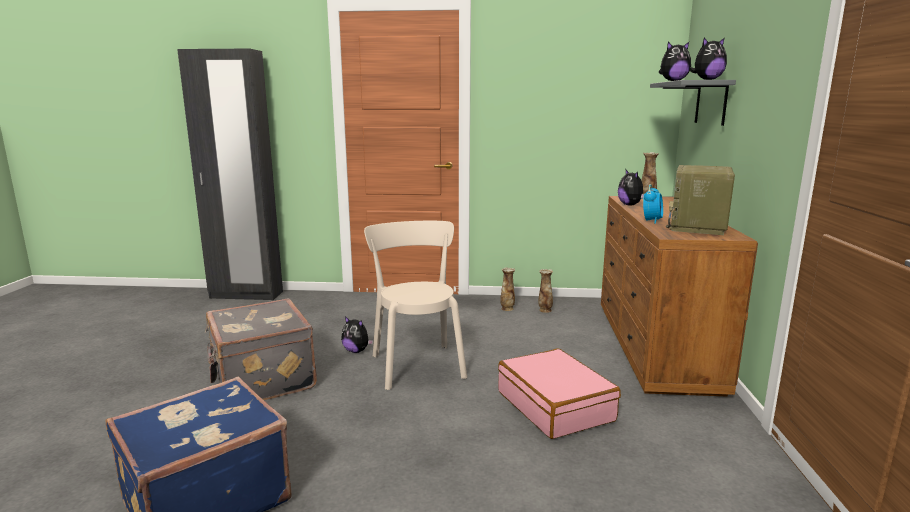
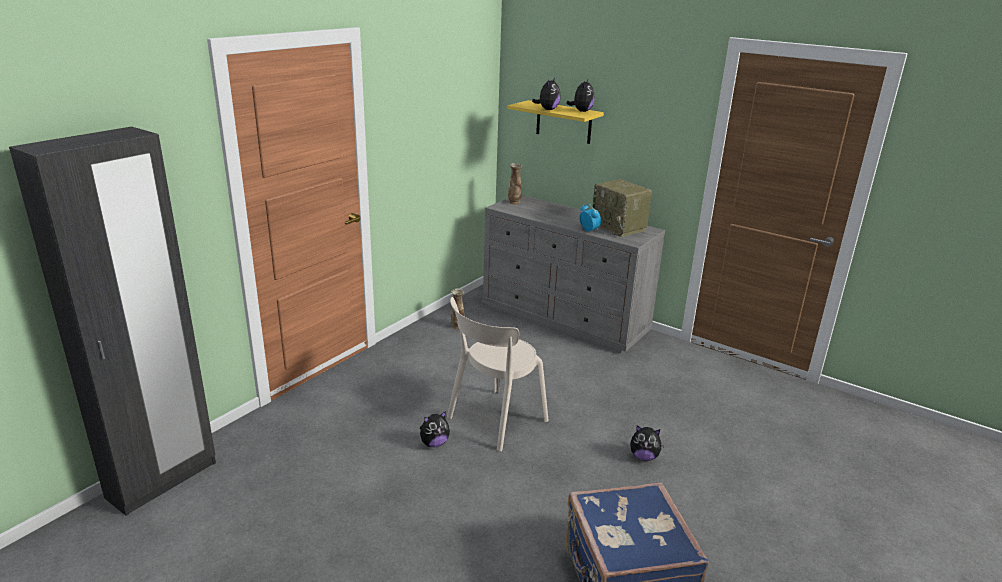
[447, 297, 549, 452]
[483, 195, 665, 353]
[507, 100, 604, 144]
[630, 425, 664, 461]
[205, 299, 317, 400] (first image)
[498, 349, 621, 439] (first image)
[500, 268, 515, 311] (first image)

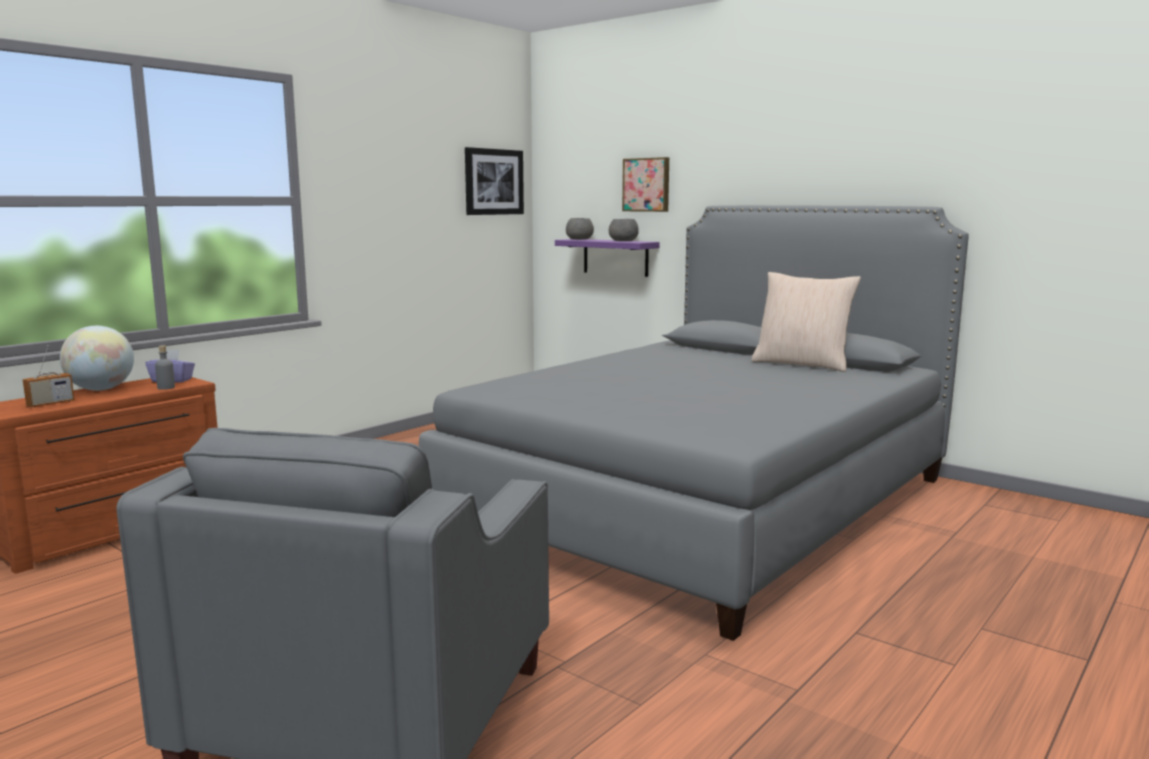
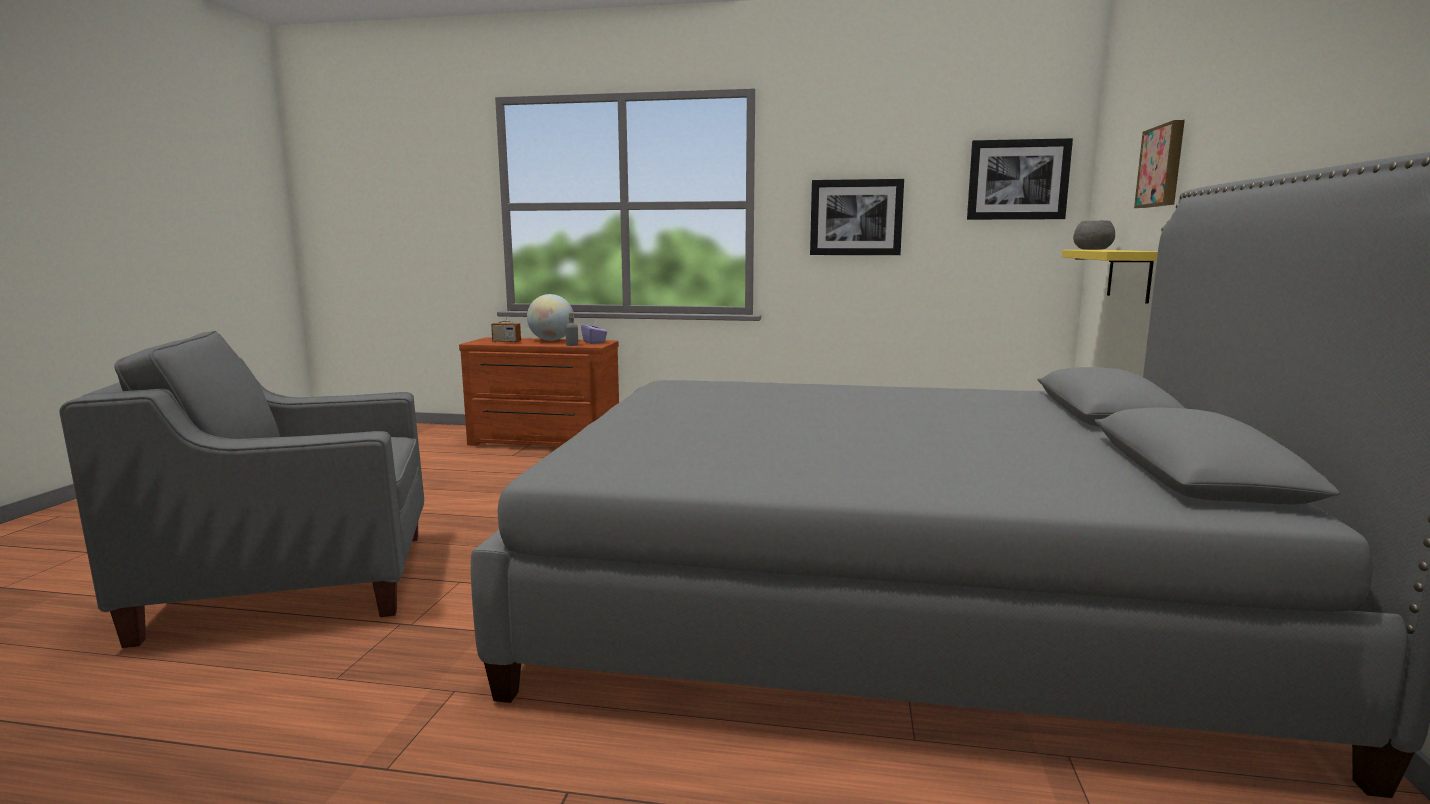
[810, 179, 904, 255]
[1062, 250, 1158, 304]
[609, 219, 639, 241] (first image)
[751, 272, 861, 372] (first image)

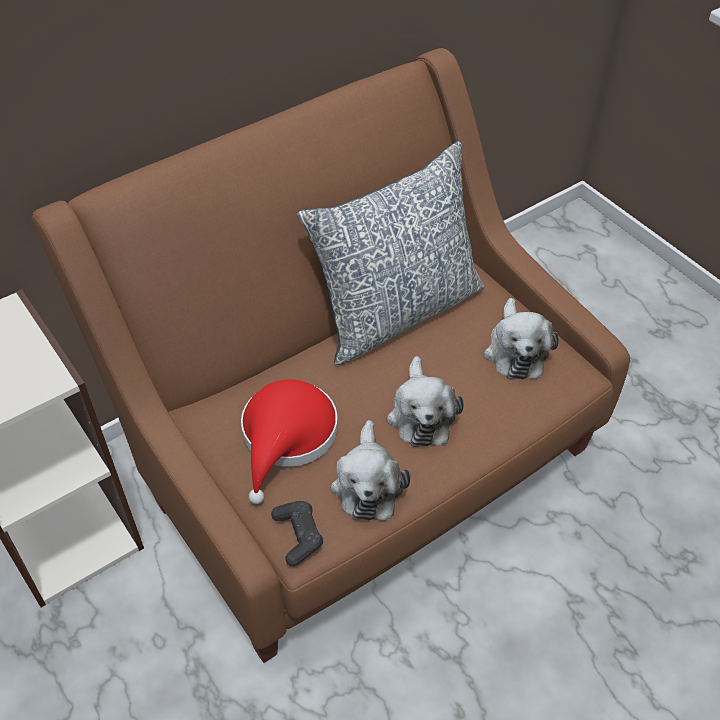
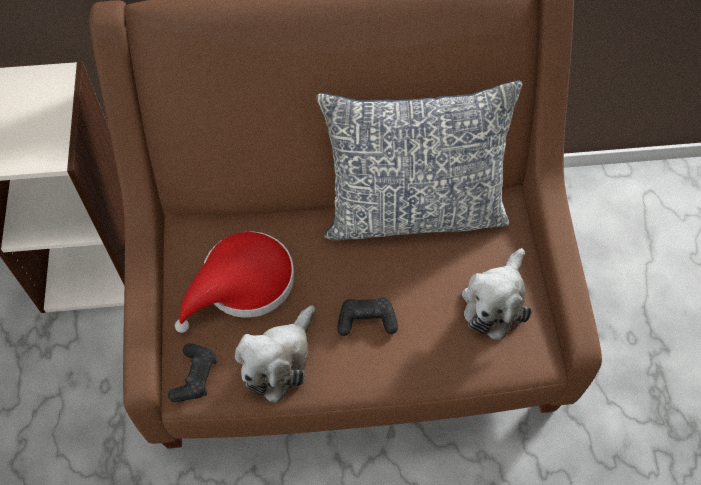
[337, 298, 398, 336]

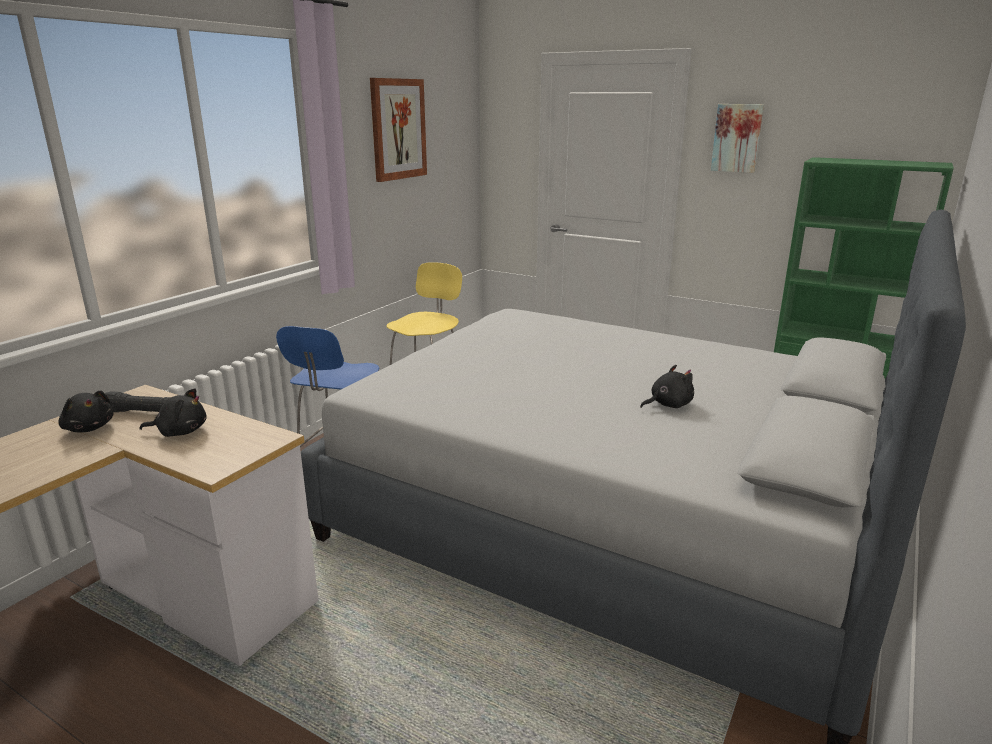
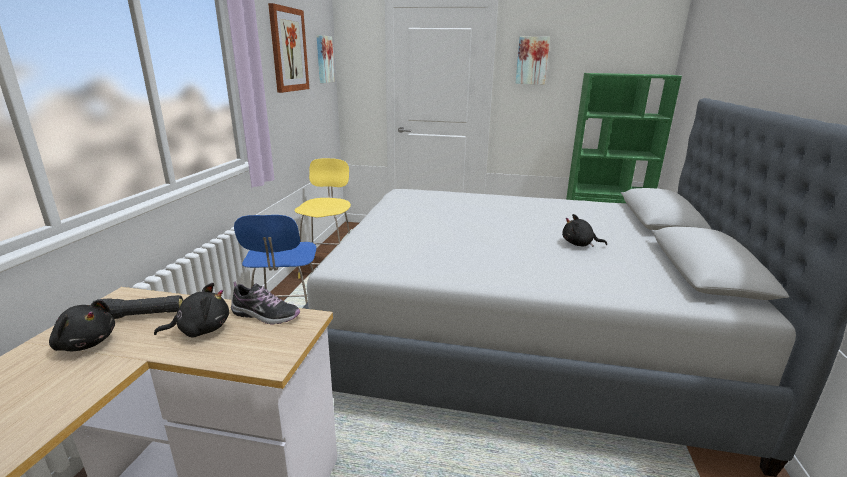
[231, 281, 300, 325]
[317, 35, 335, 83]
[562, 214, 607, 247]

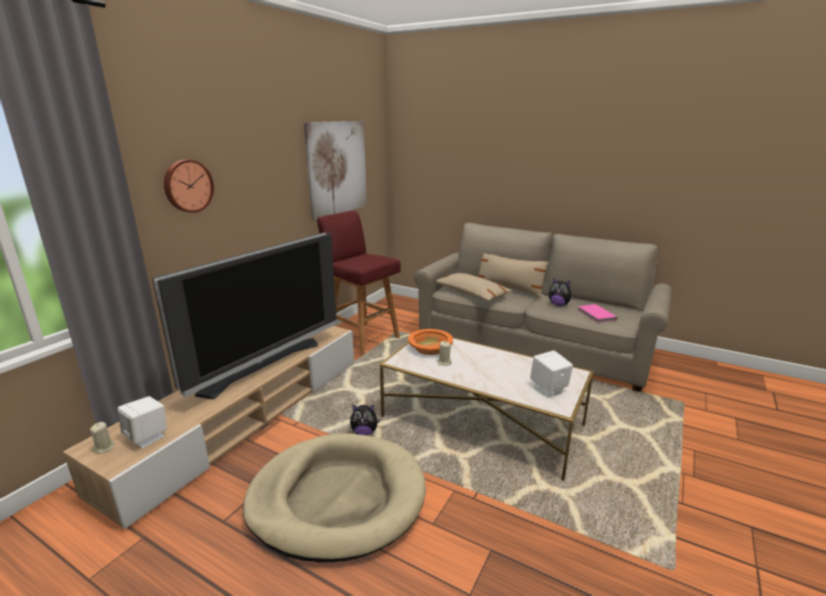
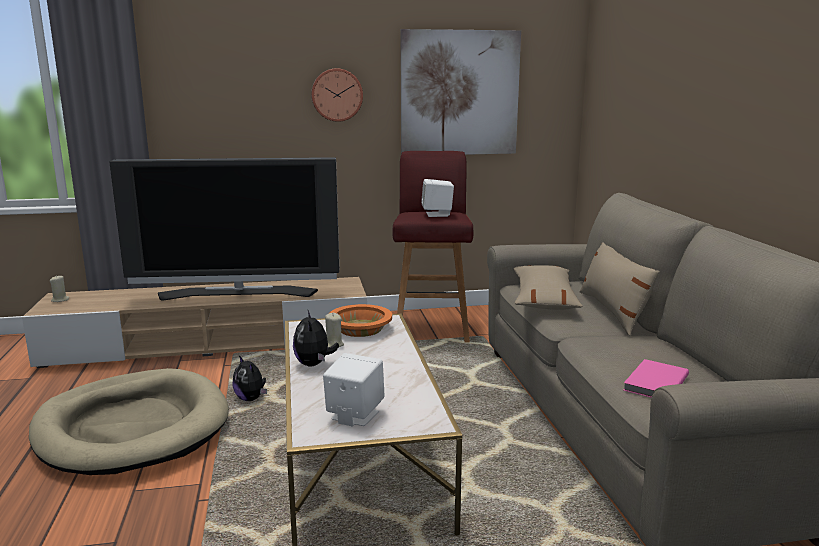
[293, 309, 339, 366]
[311, 68, 363, 122]
[421, 179, 454, 217]

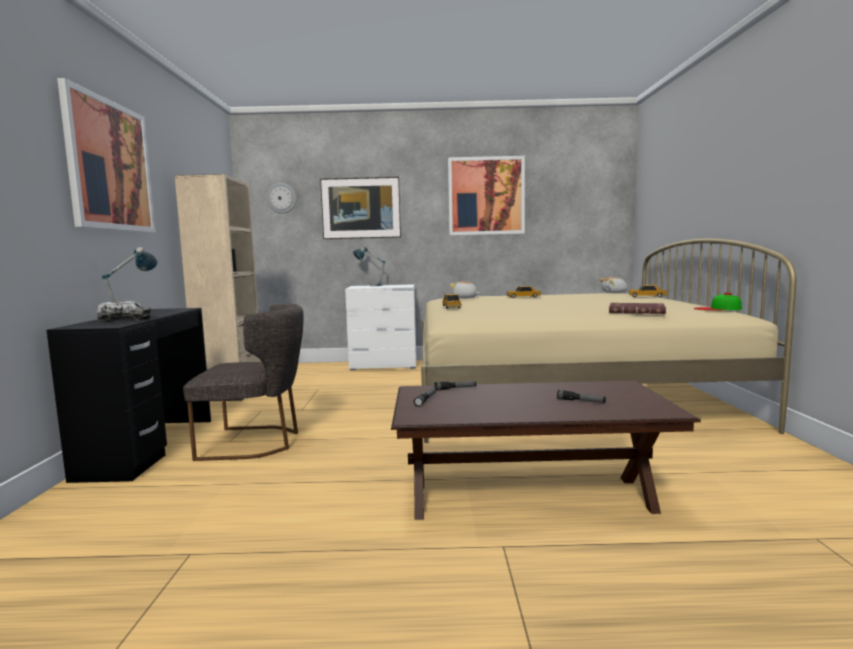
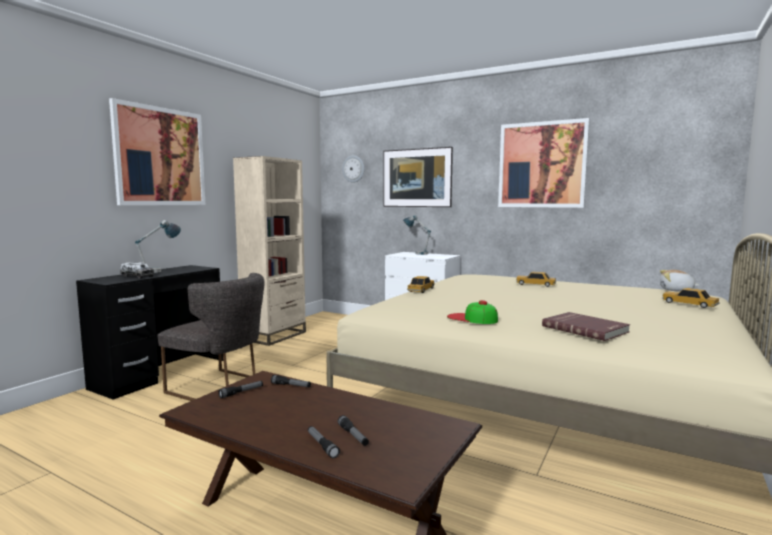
[308, 426, 340, 459]
[447, 300, 498, 324]
[450, 281, 480, 299] (first image)

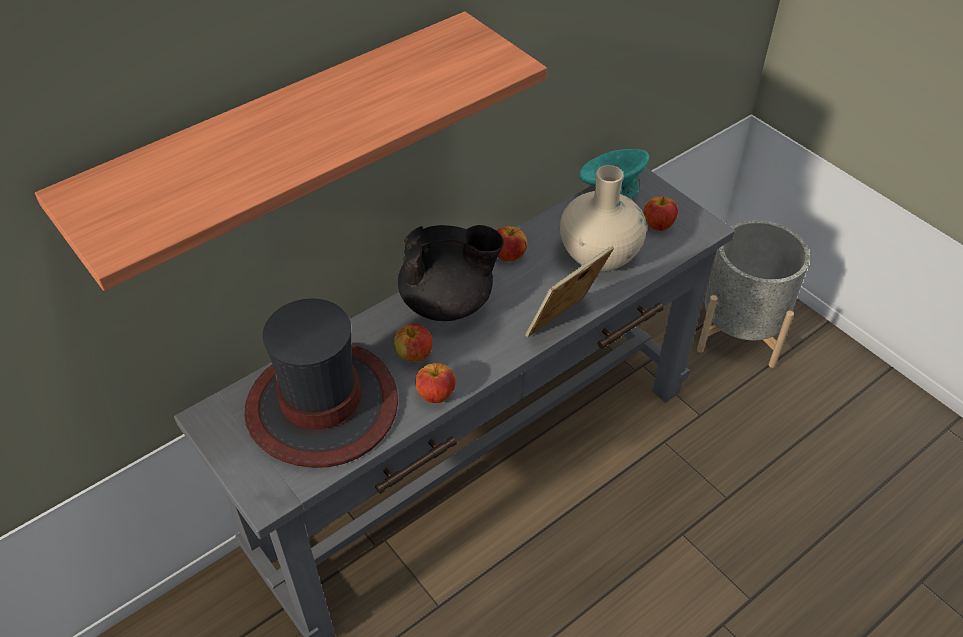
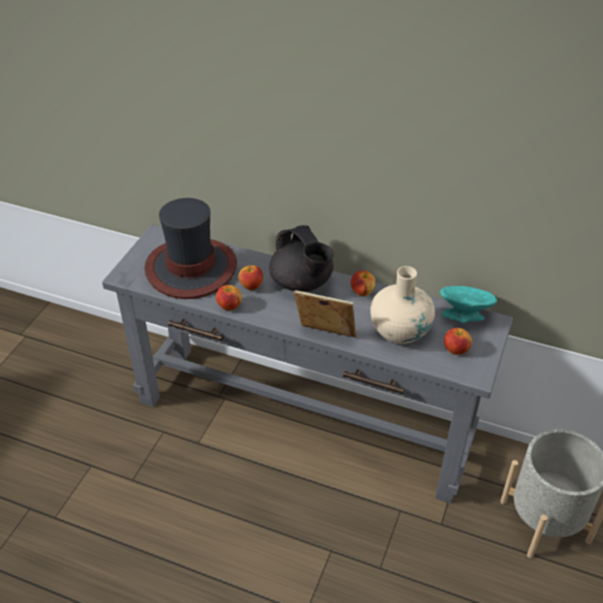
[35, 11, 547, 291] (first image)

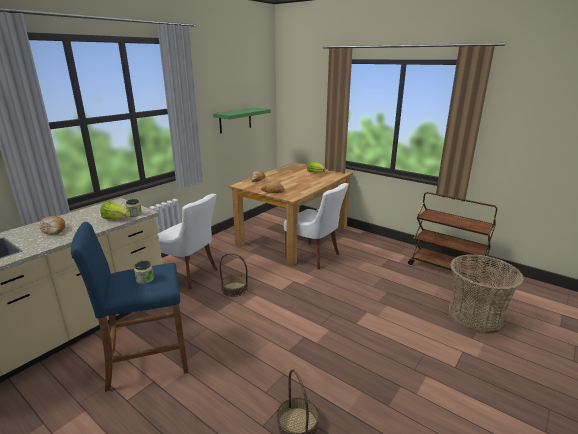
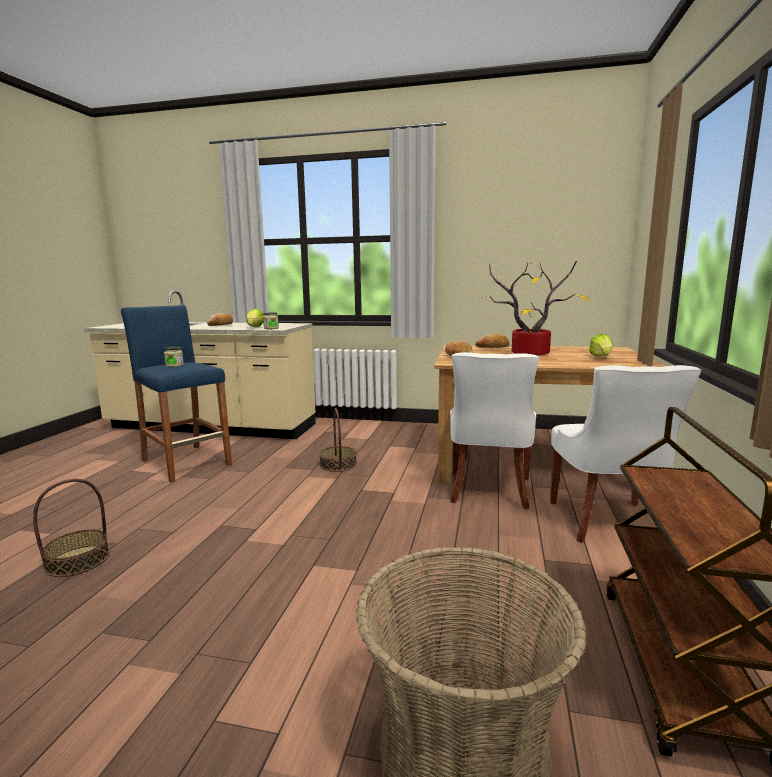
[489, 261, 589, 355]
[550, 365, 701, 543]
[213, 108, 271, 133] (first image)

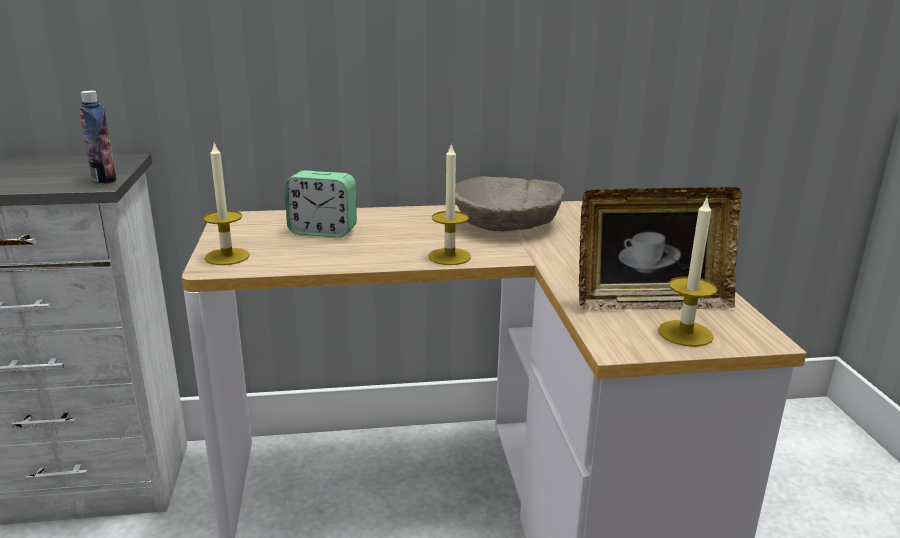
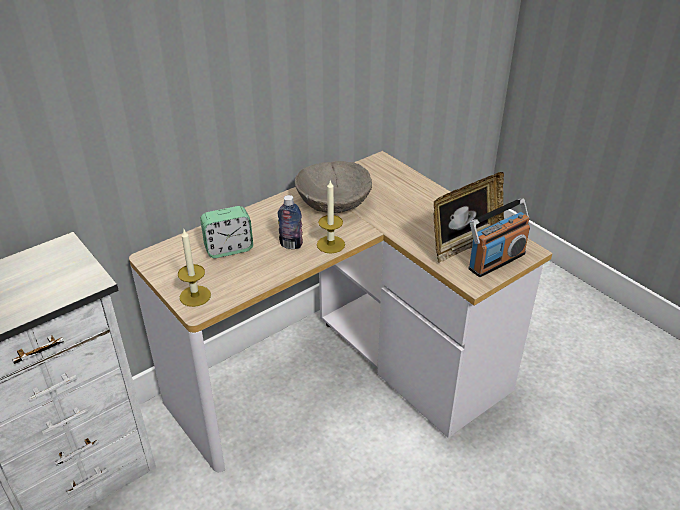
[278, 195, 303, 249]
[468, 198, 530, 277]

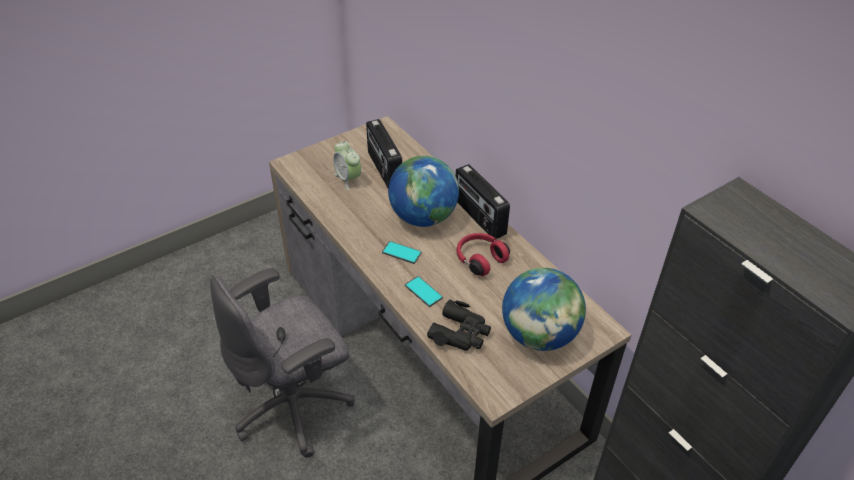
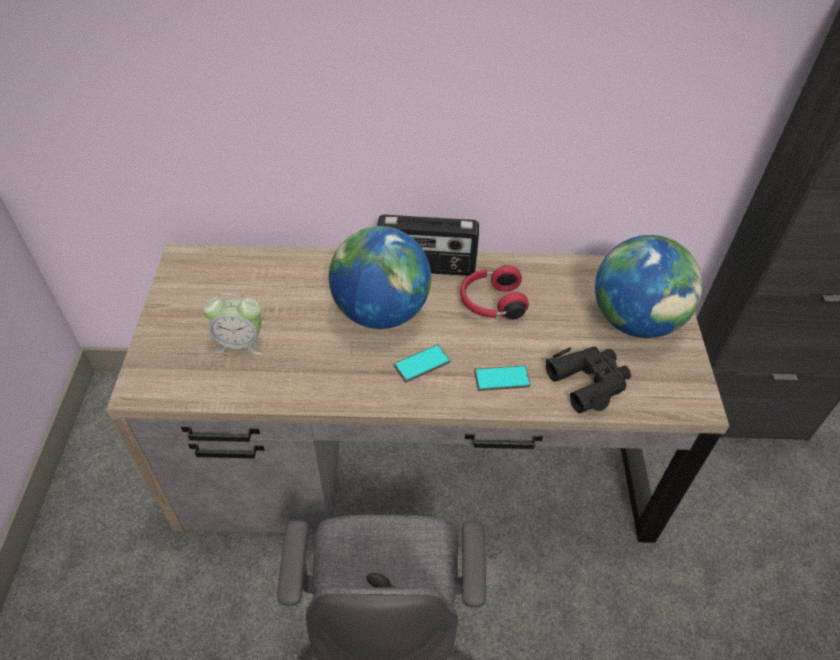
[366, 119, 402, 188] (first image)

